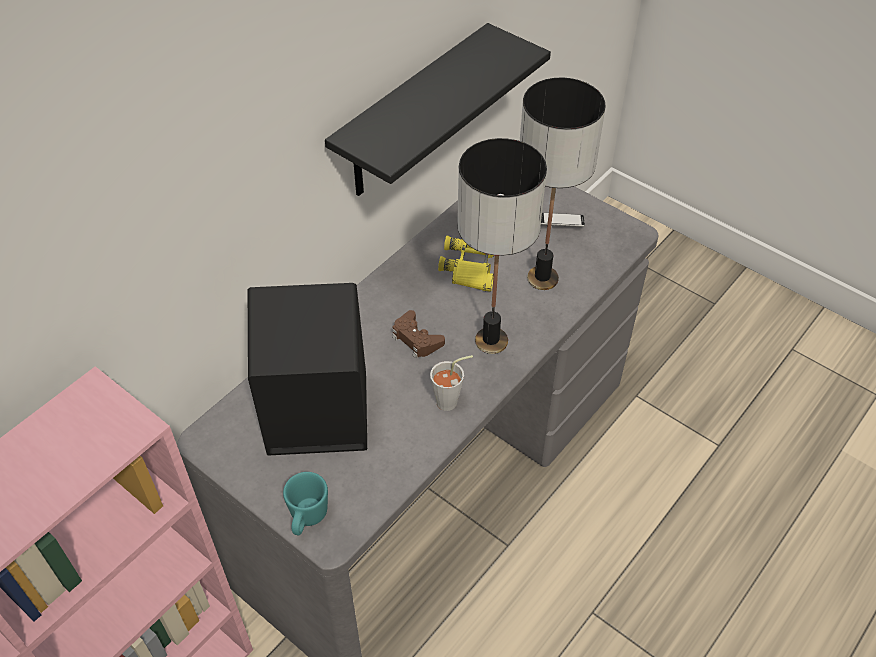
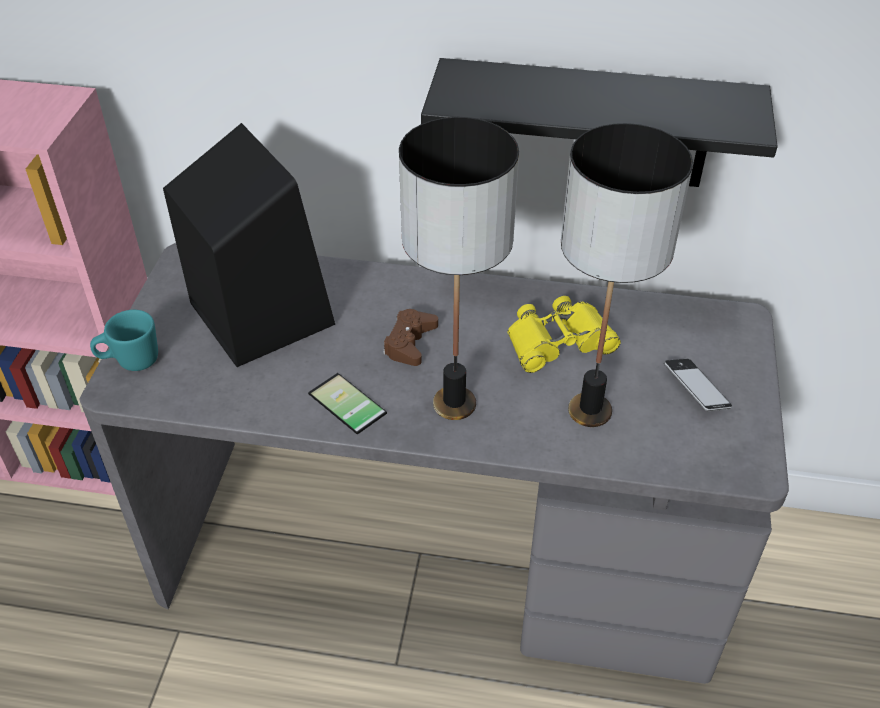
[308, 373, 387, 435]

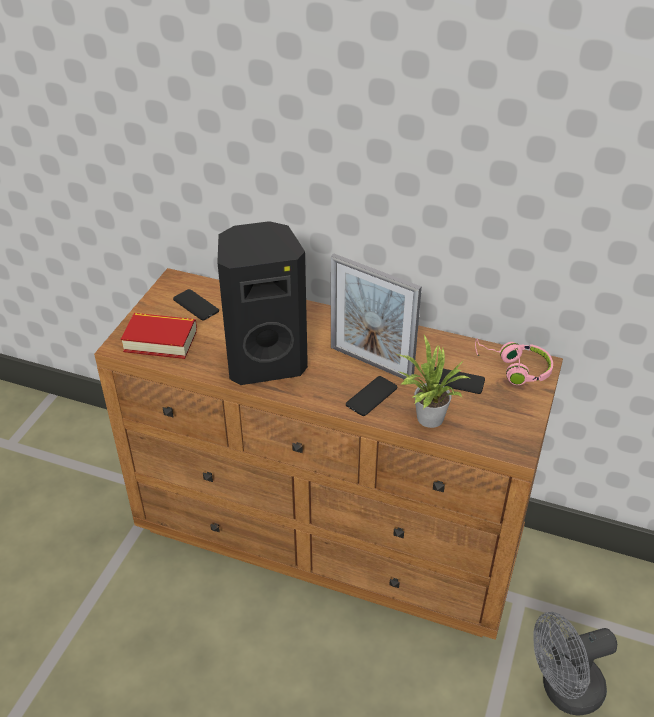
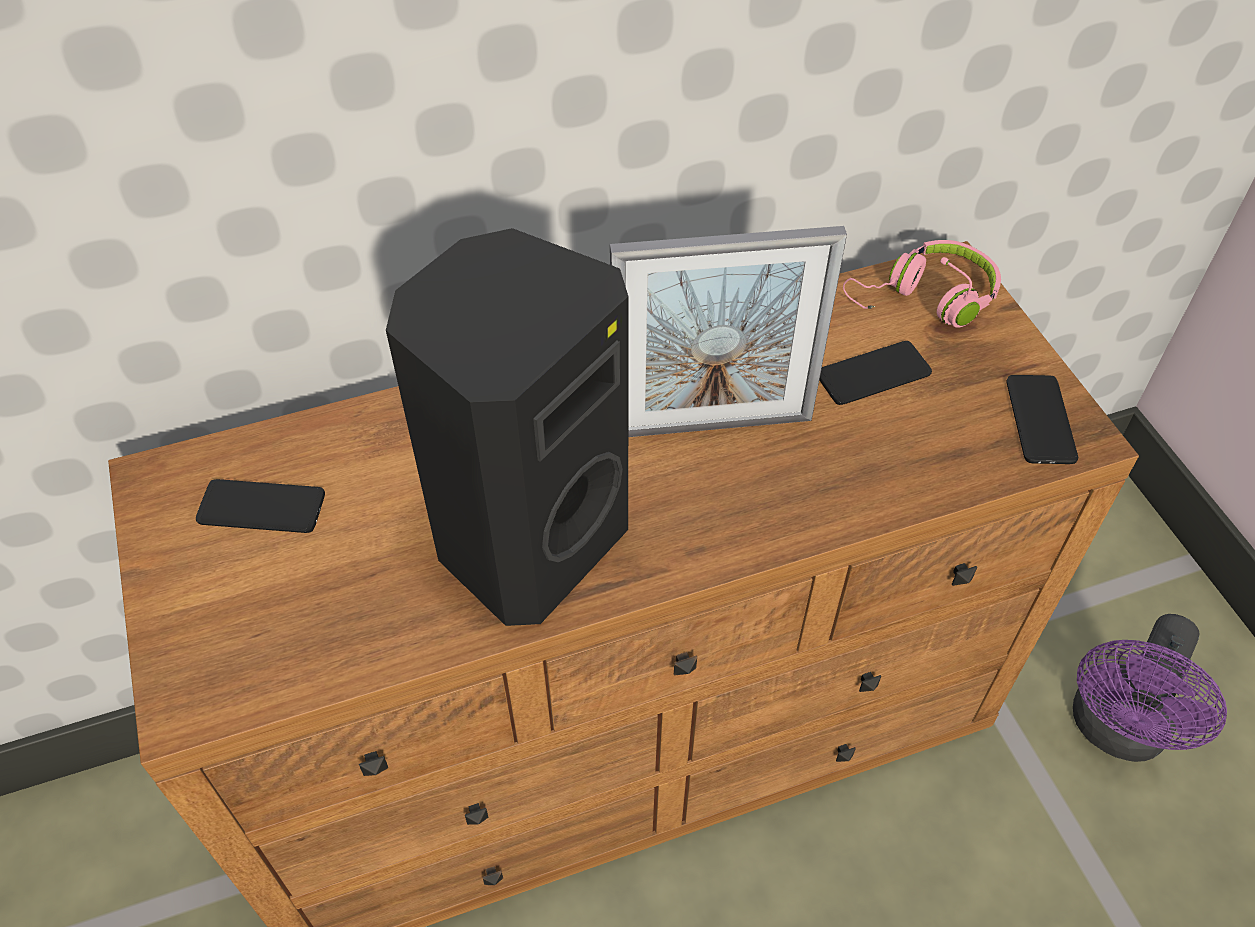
[1006, 375, 1078, 464]
[1073, 614, 1227, 762]
[121, 313, 197, 359] (first image)
[396, 335, 469, 428] (first image)

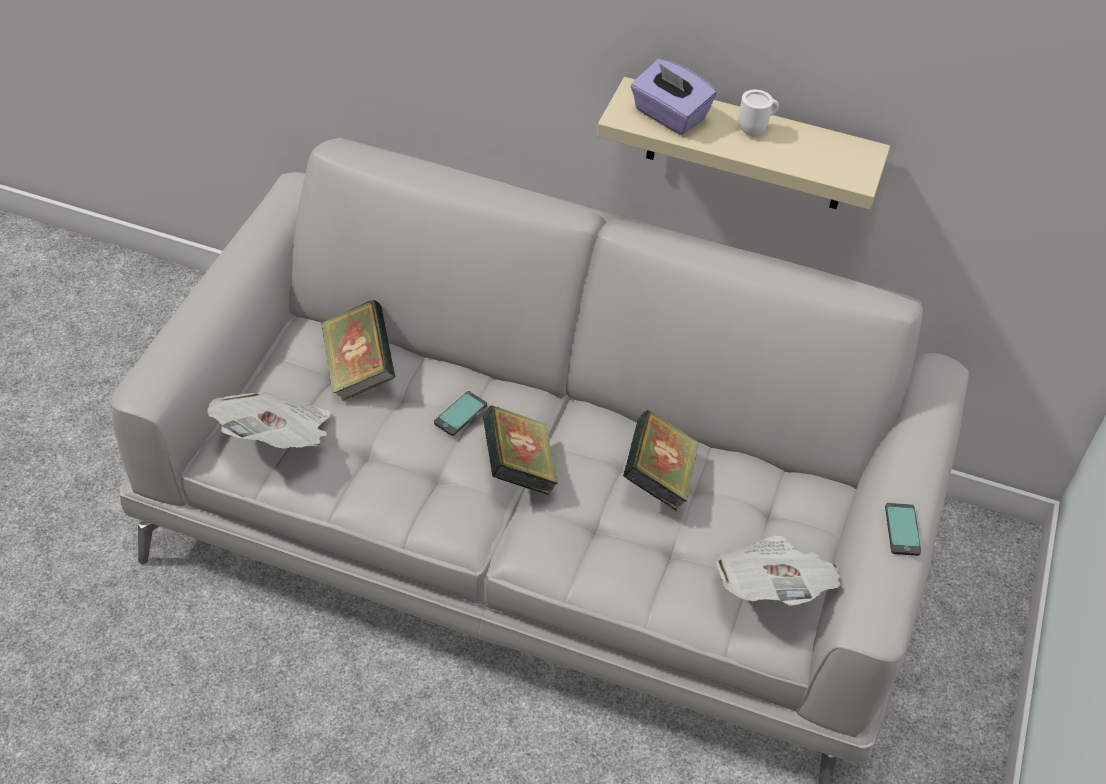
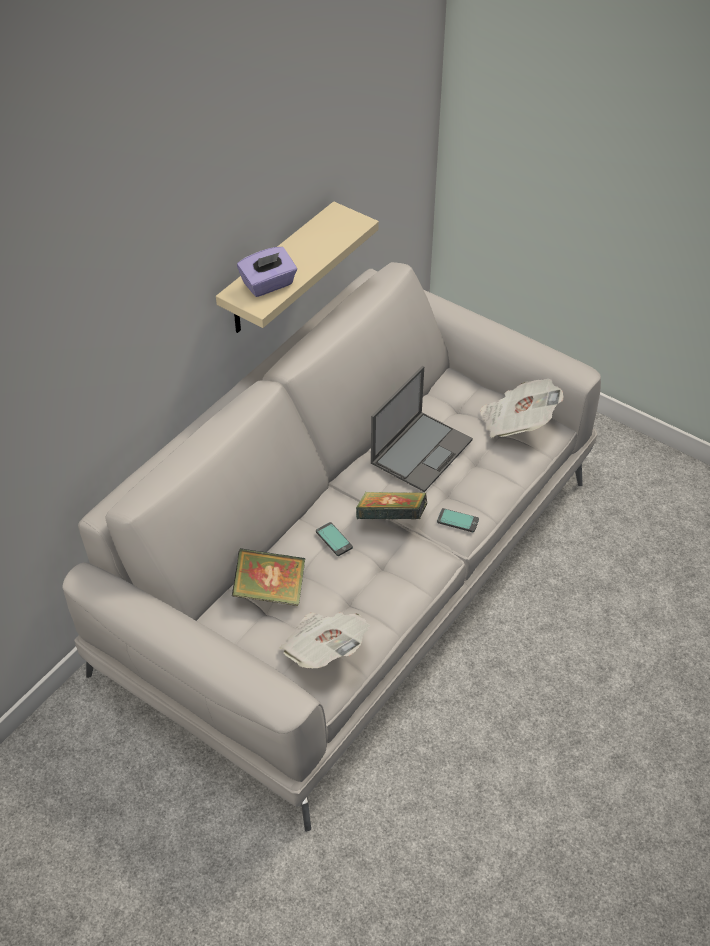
[371, 366, 473, 492]
[437, 508, 479, 532]
[738, 90, 779, 137] (first image)

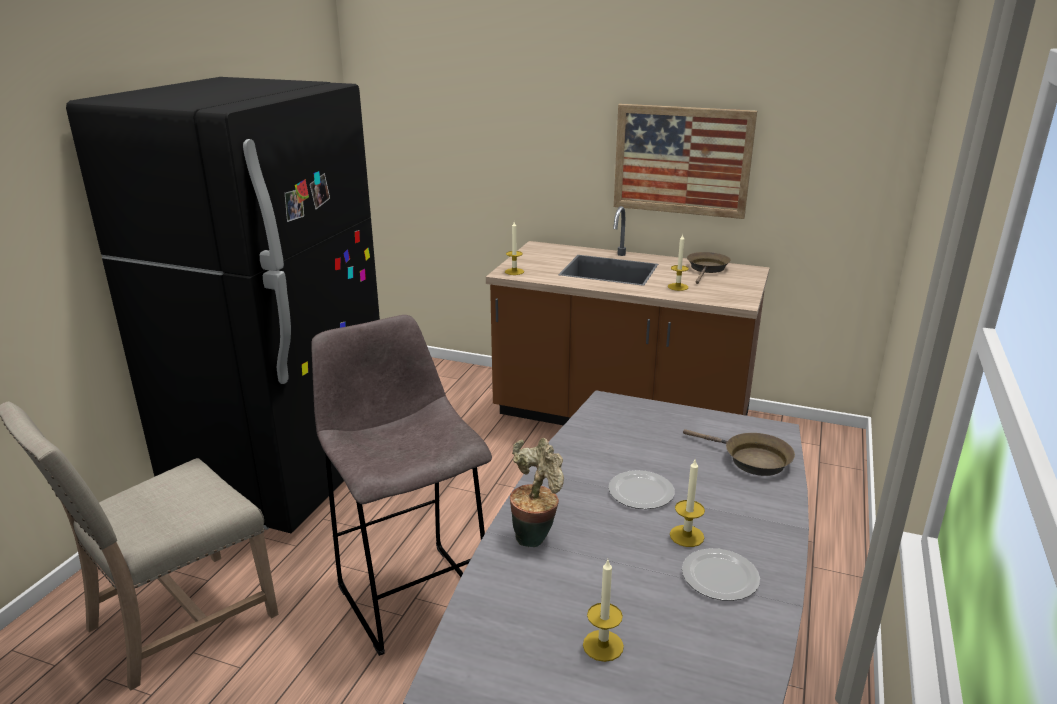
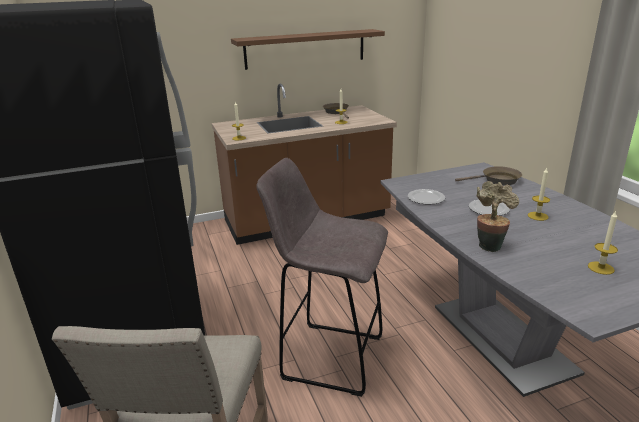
[231, 29, 385, 70]
[408, 189, 445, 204]

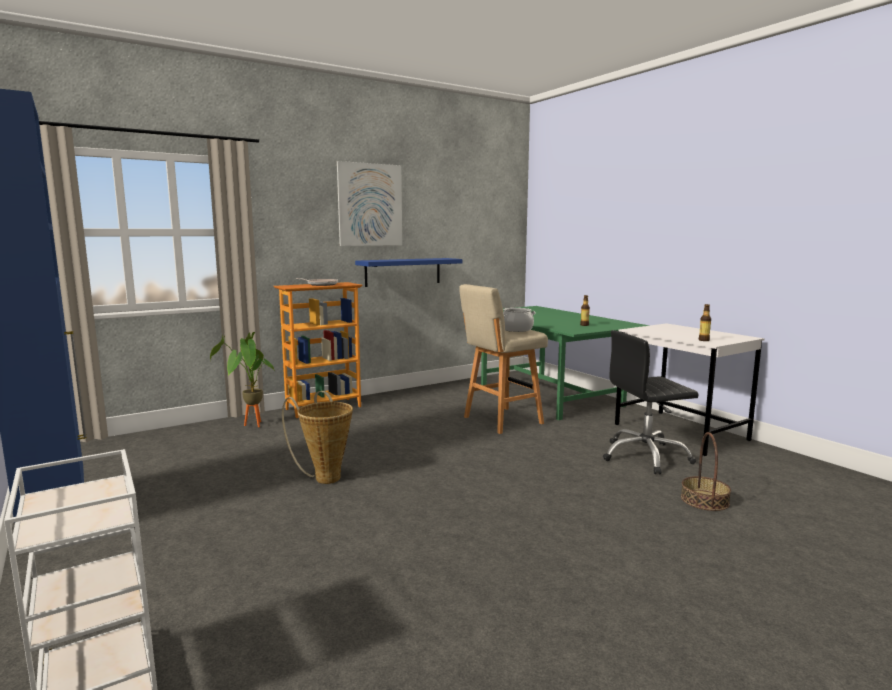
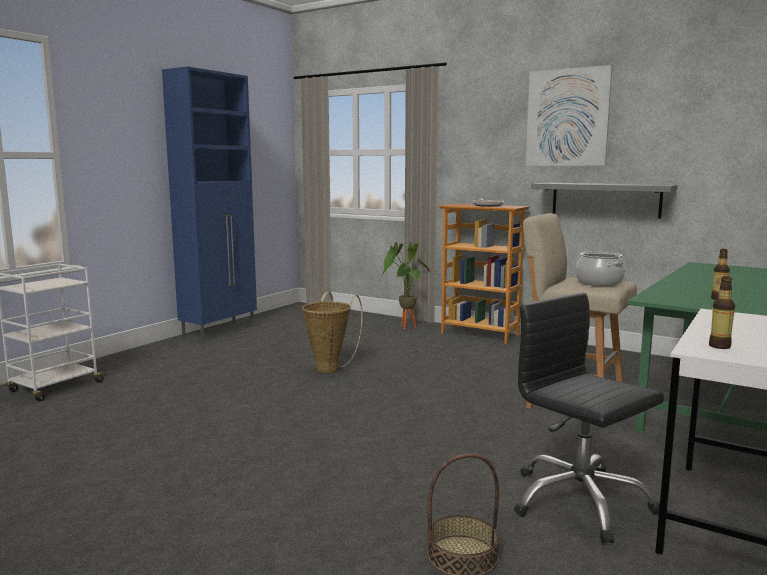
[531, 183, 678, 219]

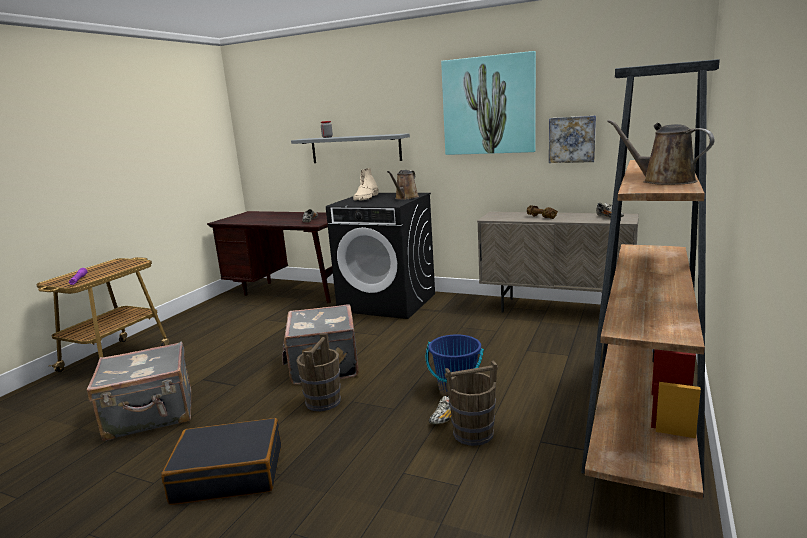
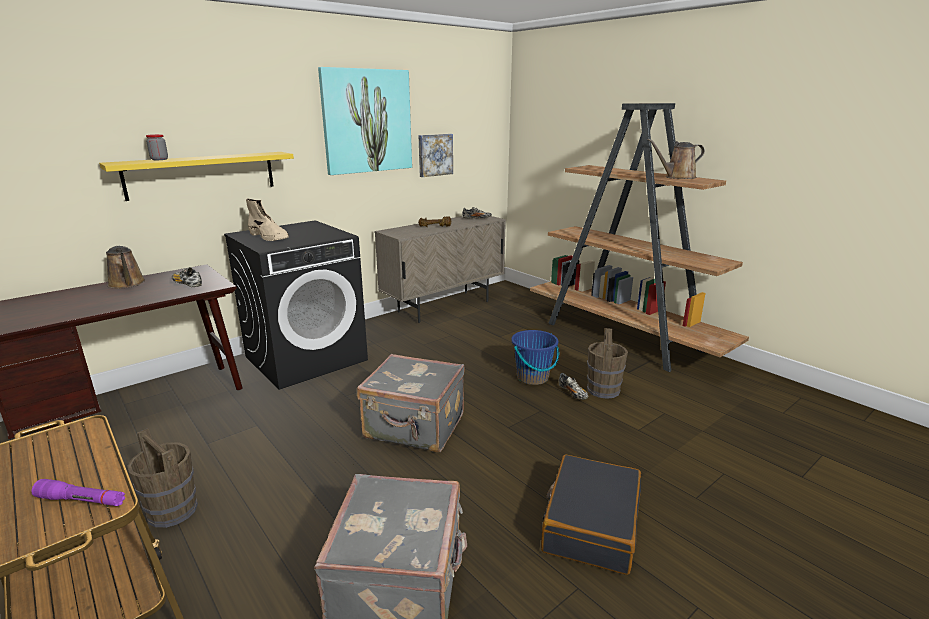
[99, 152, 294, 201]
[106, 245, 146, 289]
[127, 428, 198, 528]

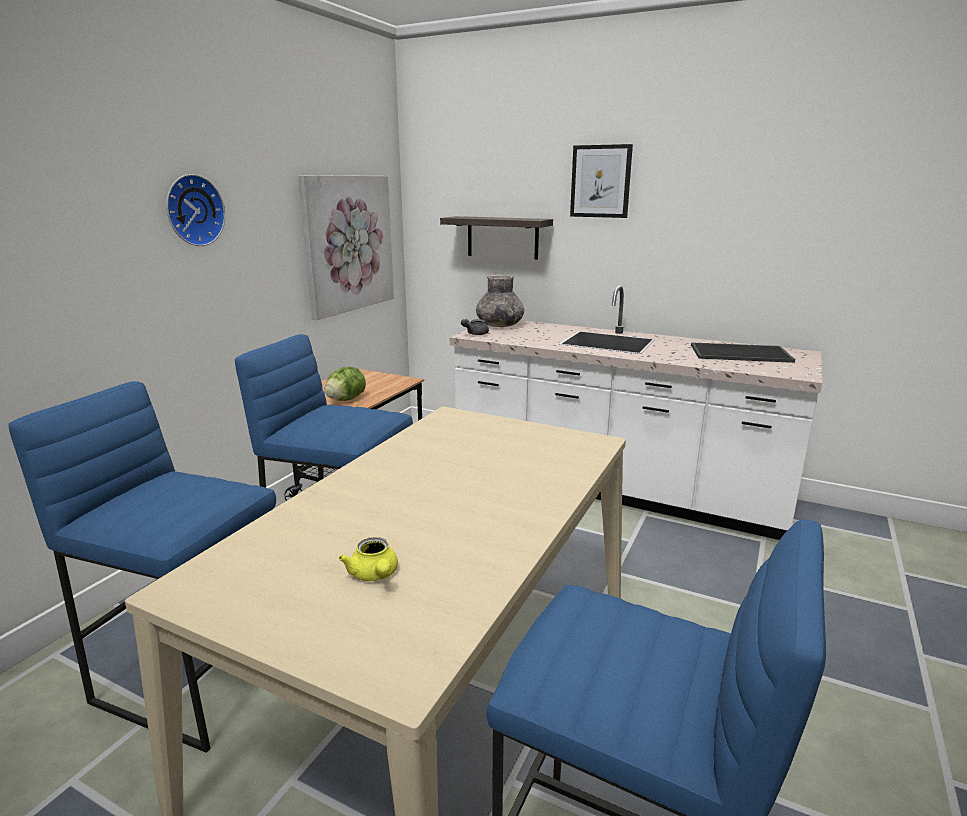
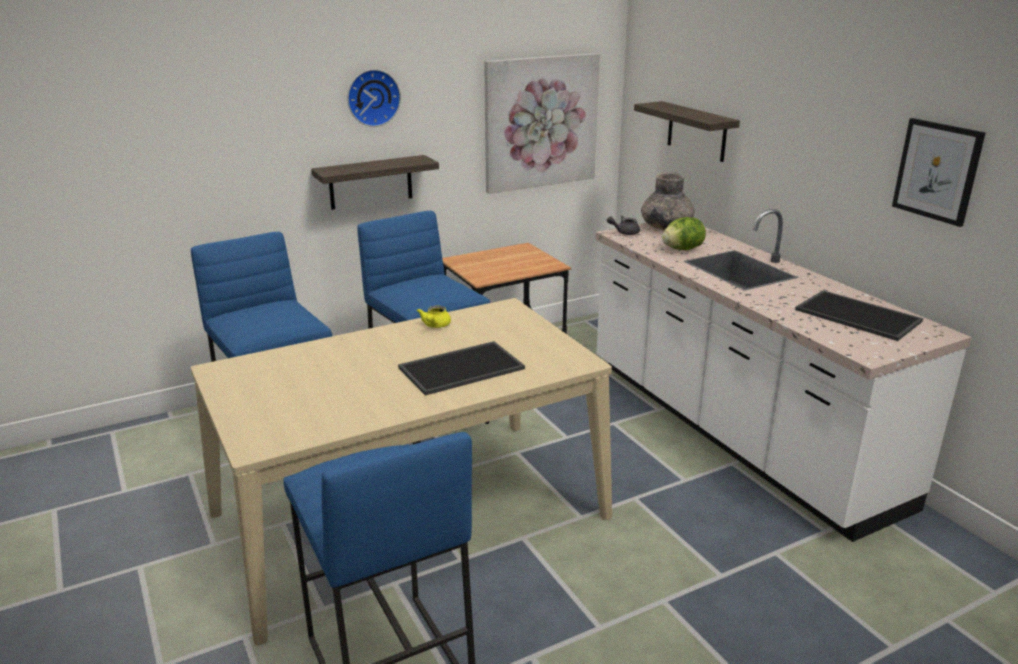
[311, 155, 439, 210]
[398, 341, 525, 396]
[417, 306, 451, 328]
[662, 217, 706, 250]
[892, 118, 986, 227]

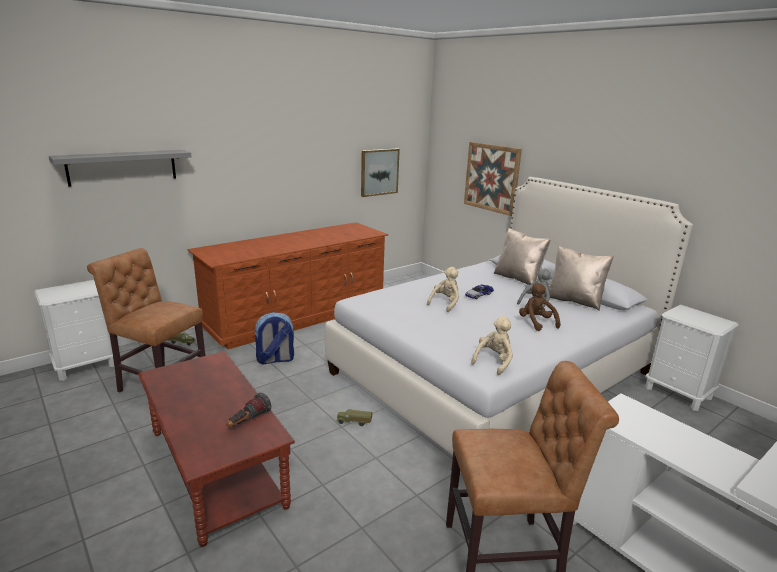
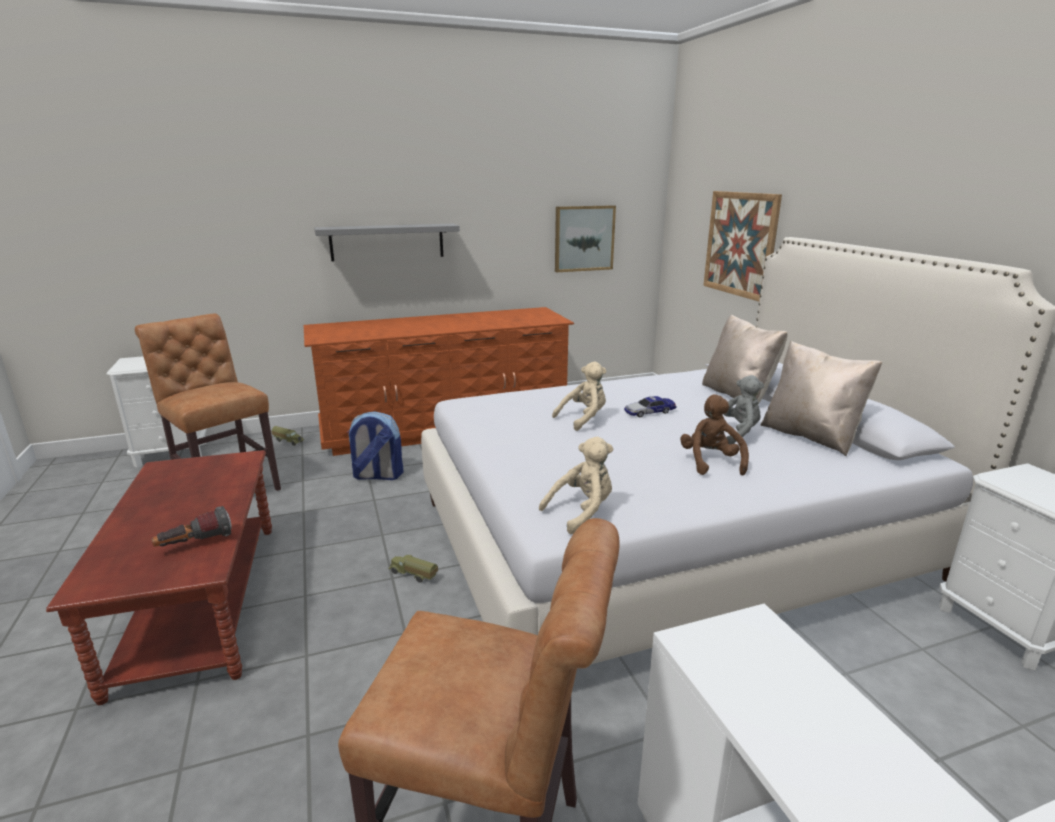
[314, 224, 460, 262]

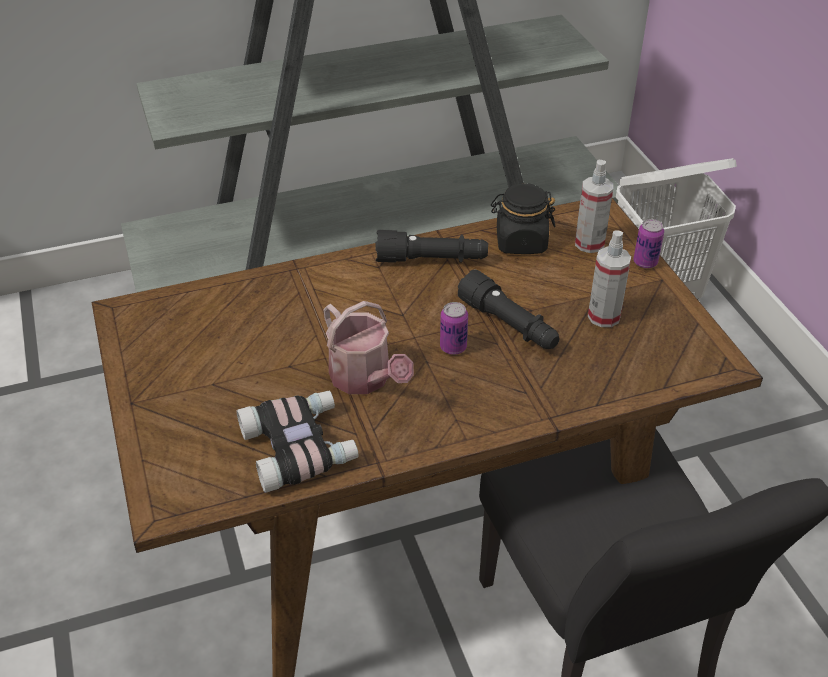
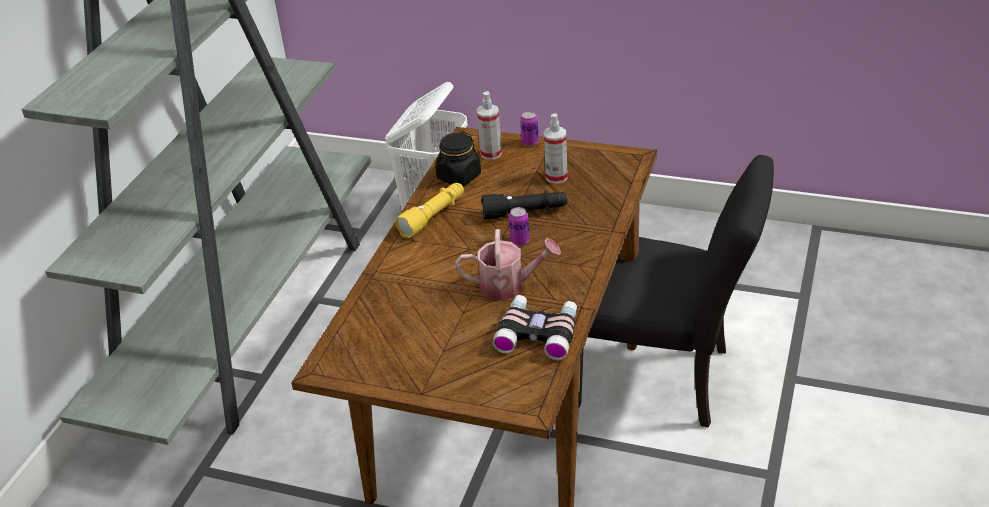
[395, 183, 464, 238]

